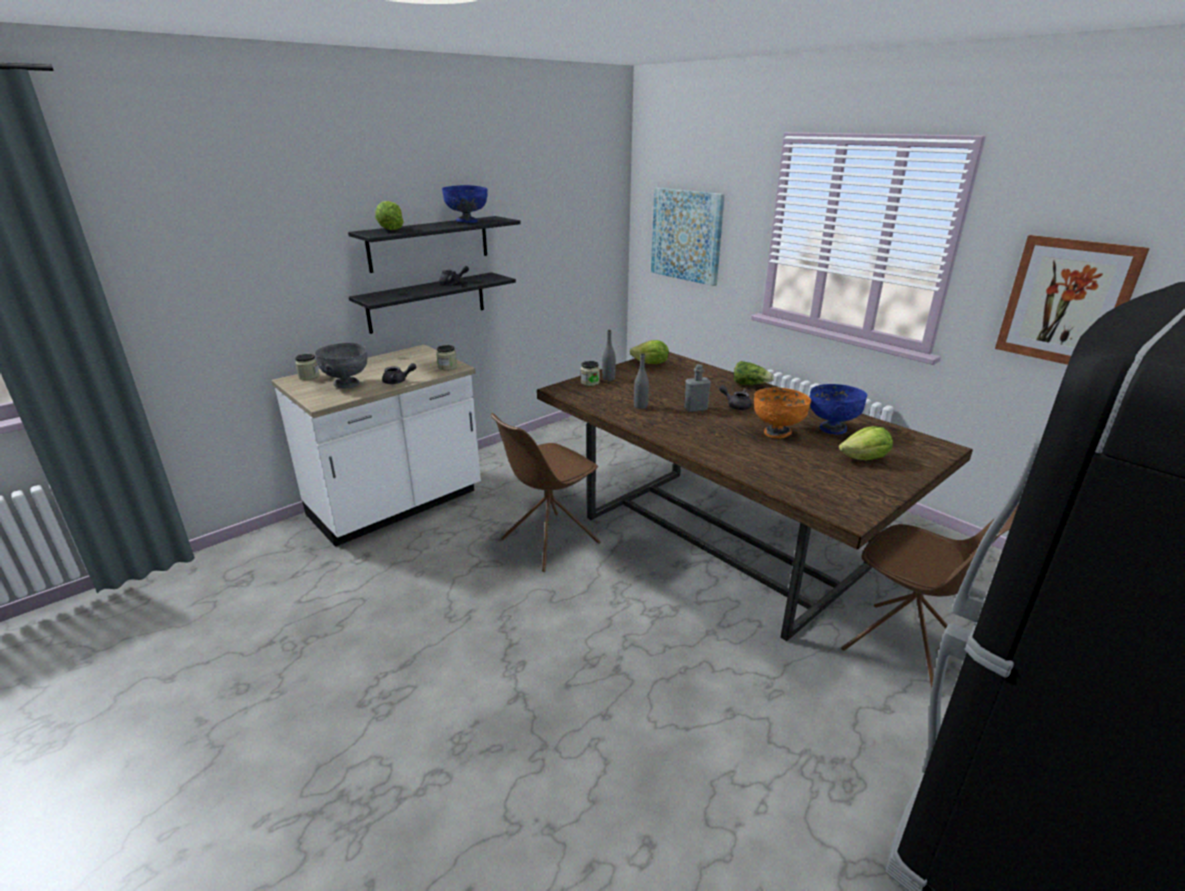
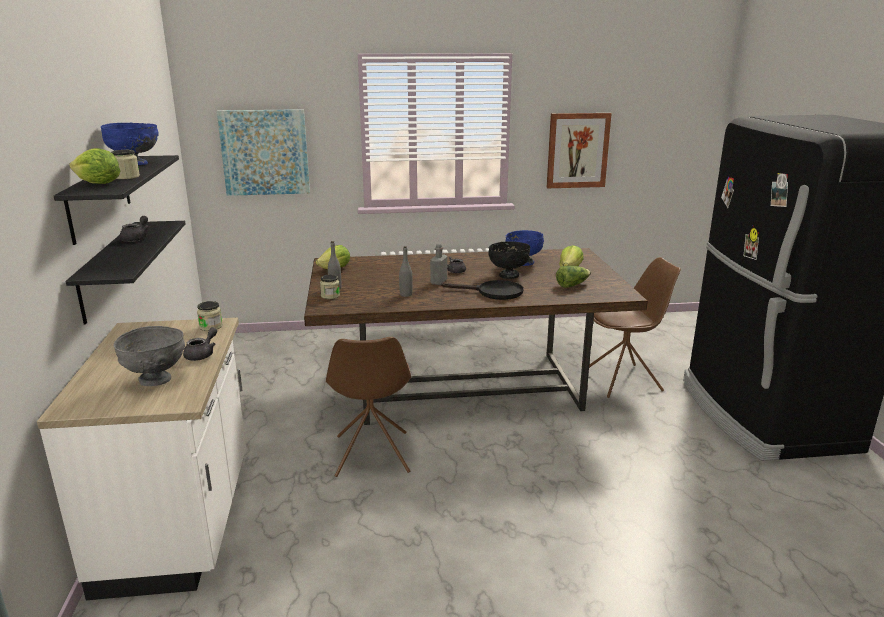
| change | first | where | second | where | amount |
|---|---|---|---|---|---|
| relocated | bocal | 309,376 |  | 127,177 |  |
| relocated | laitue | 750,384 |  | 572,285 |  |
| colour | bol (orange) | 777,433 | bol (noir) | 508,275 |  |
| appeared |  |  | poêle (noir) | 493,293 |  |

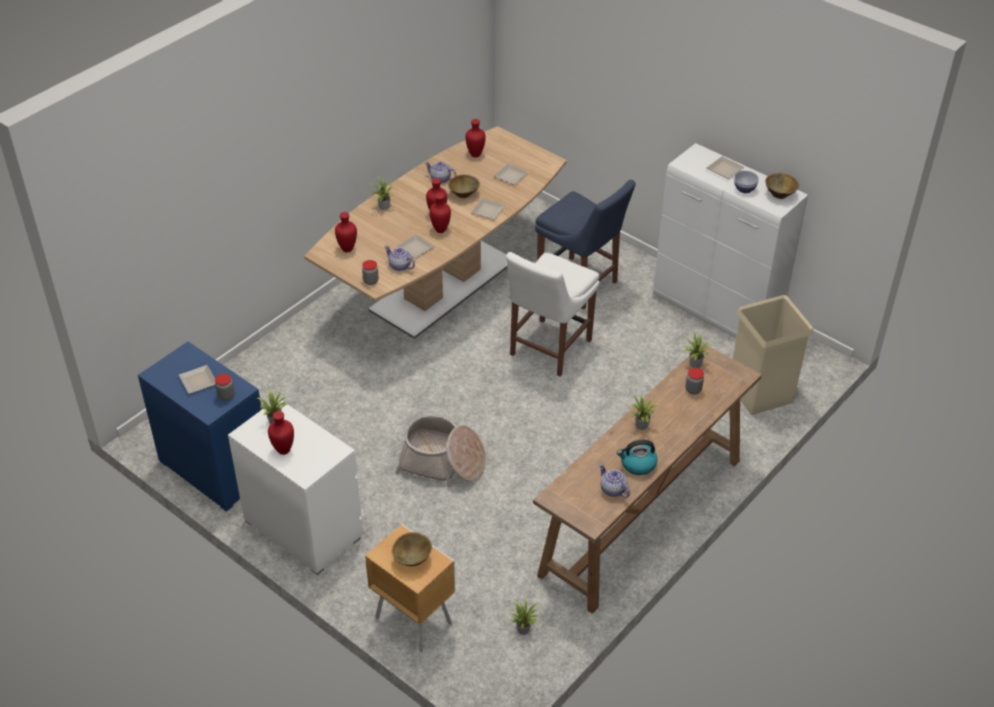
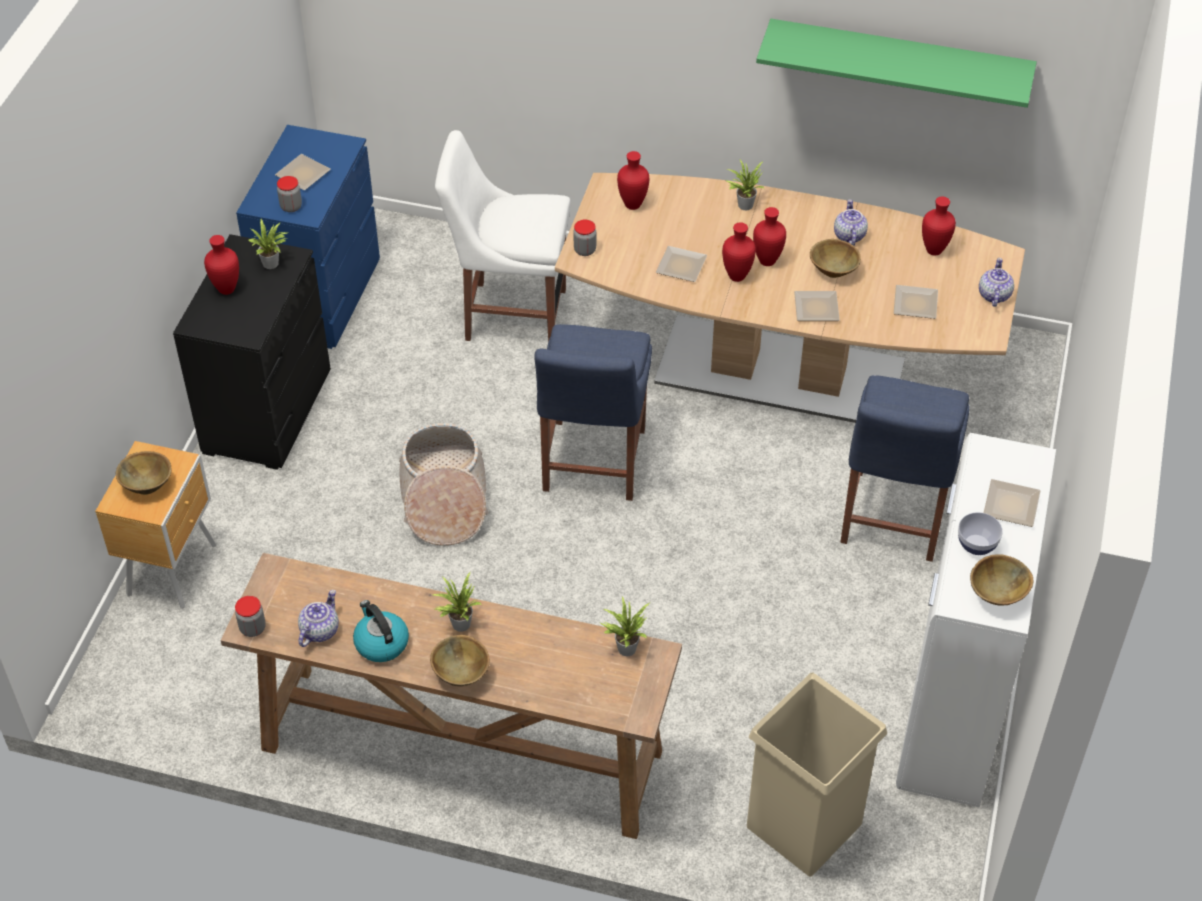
| change | first | where | second | where | amount |
|---|---|---|---|---|---|
| relocated | théière | 400,266 |  | 993,295 |  |
| relocated | chaise (blanc) | 548,349 |  | 509,313 |  |
| relocated | bocal | 693,390 |  | 252,628 |  |
| colour | commode (blanc) | 303,528 | commode (noir) | 267,411 |  |
| missing | plante en pot | 524,628 |  |  |  |
| appeared |  |  | étagère (vert) | 898,61 |  |
| appeared |  |  | chaise (bleu) | 592,465 |  |
| appeared |  |  | bol (marron) | 461,674 |  |

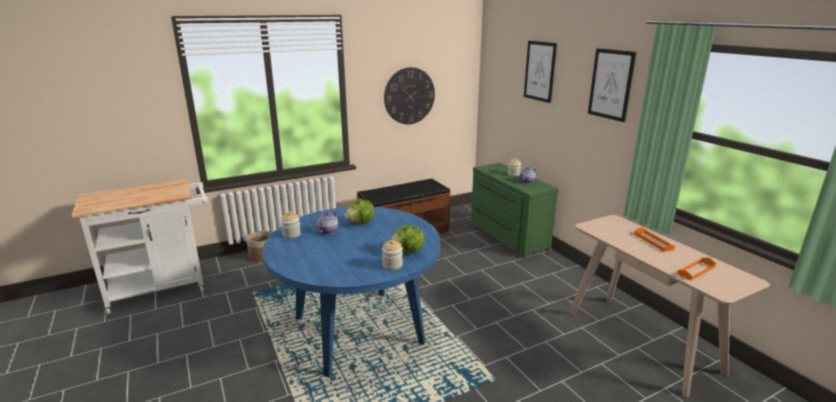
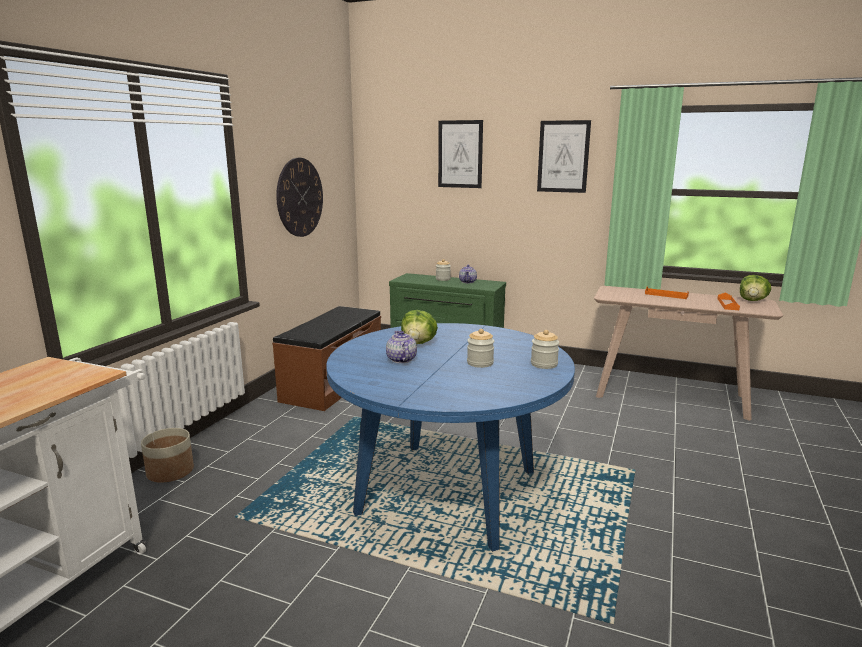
| change | first | where | second | where | amount |
|---|---|---|---|---|---|
| relocated | bocal | 291,234 |  | 480,363 |  |
| relocated | laitue | 408,252 |  | 752,300 |  |

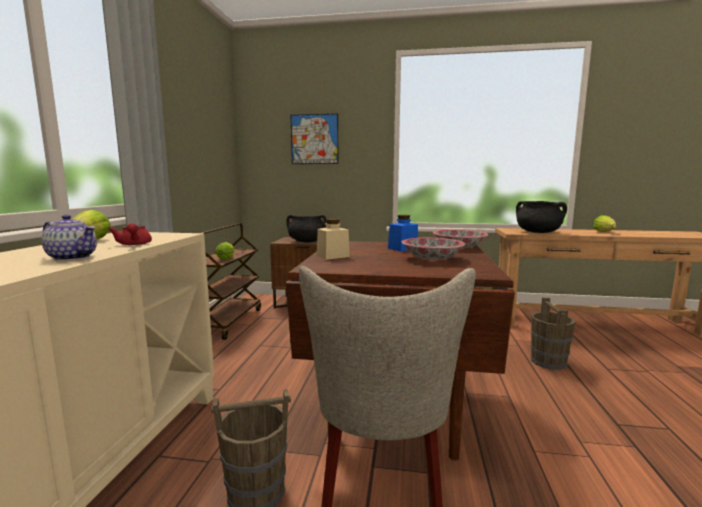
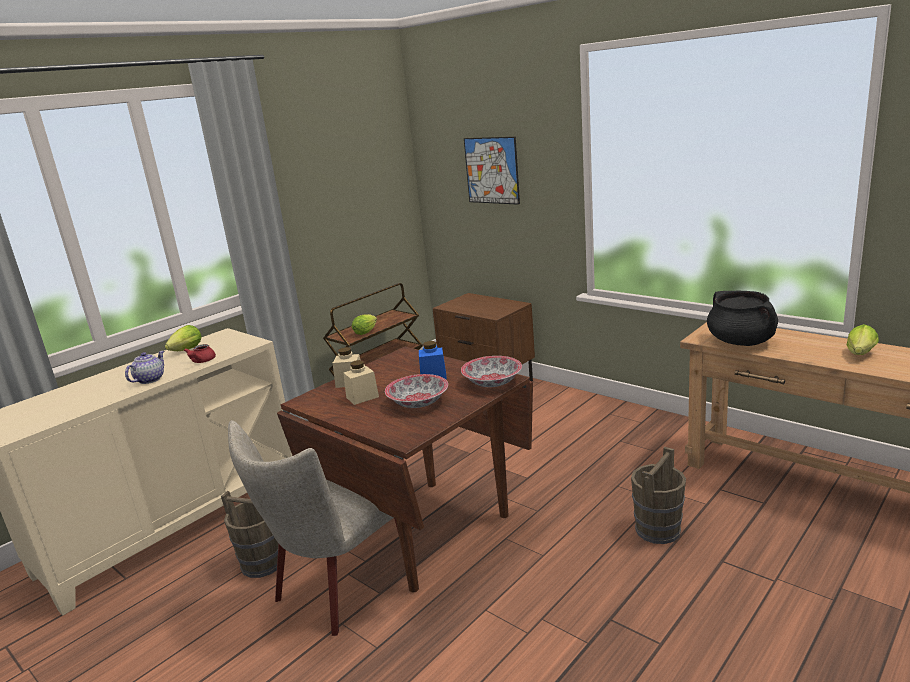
| change | first | where | second | where | amount |
|---|---|---|---|---|---|
| spun | théière | 73,257 |  | 150,379 | 120 degrees counterclockwise |
| missing | marmite (noir) | 307,242 |  |  |  |
| appeared |  |  | bocal (beige) | 362,397 |  |

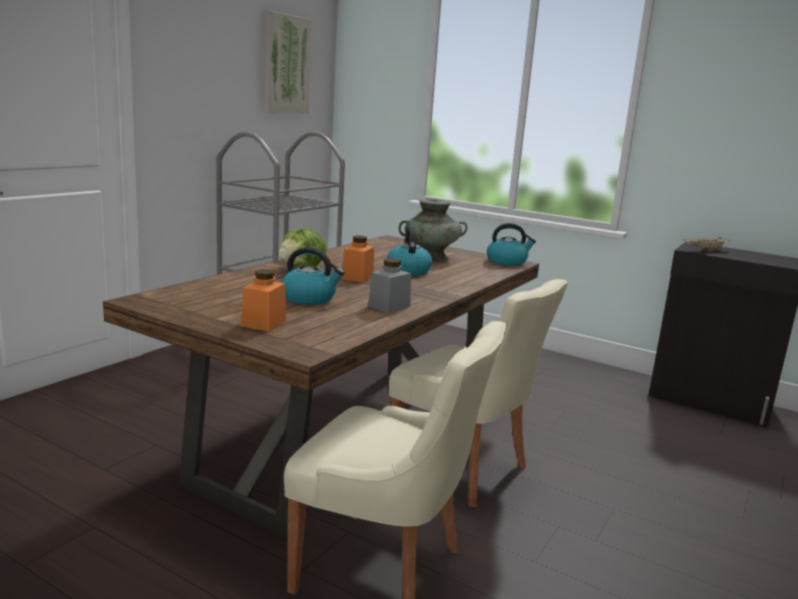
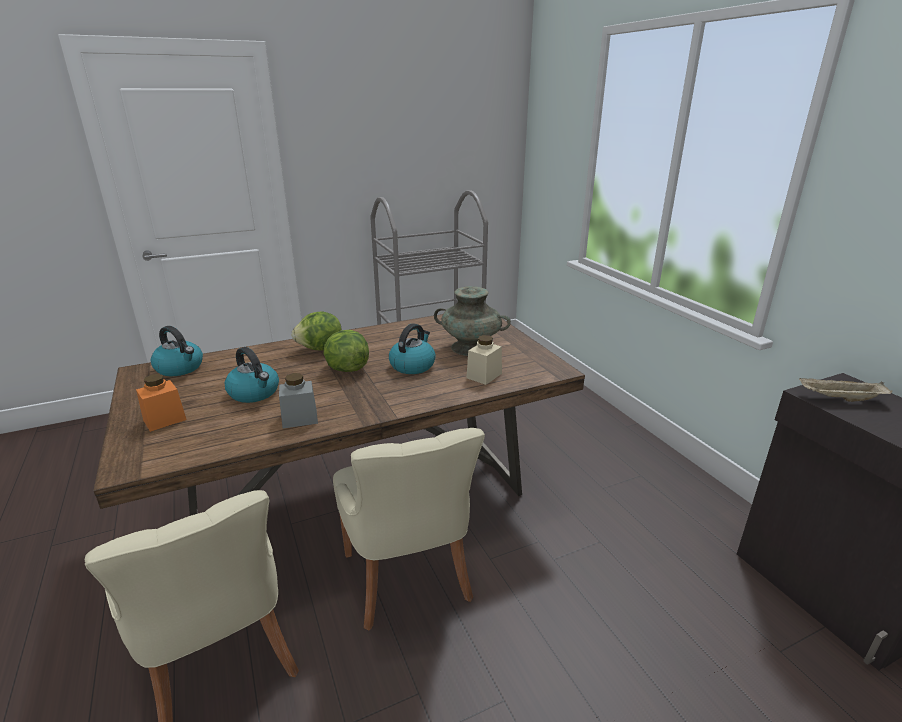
| change | first | where | second | where | amount |
|---|---|---|---|---|---|
| missing | tableau | 286,64 |  |  |  |
| relocated | bouilloire | 507,262 |  | 180,368 |  |
| exchanged | bocal (orange) | 357,277 | laitue | 346,369 |  |
| appeared |  |  | bocal (beige) | 484,375 |  |

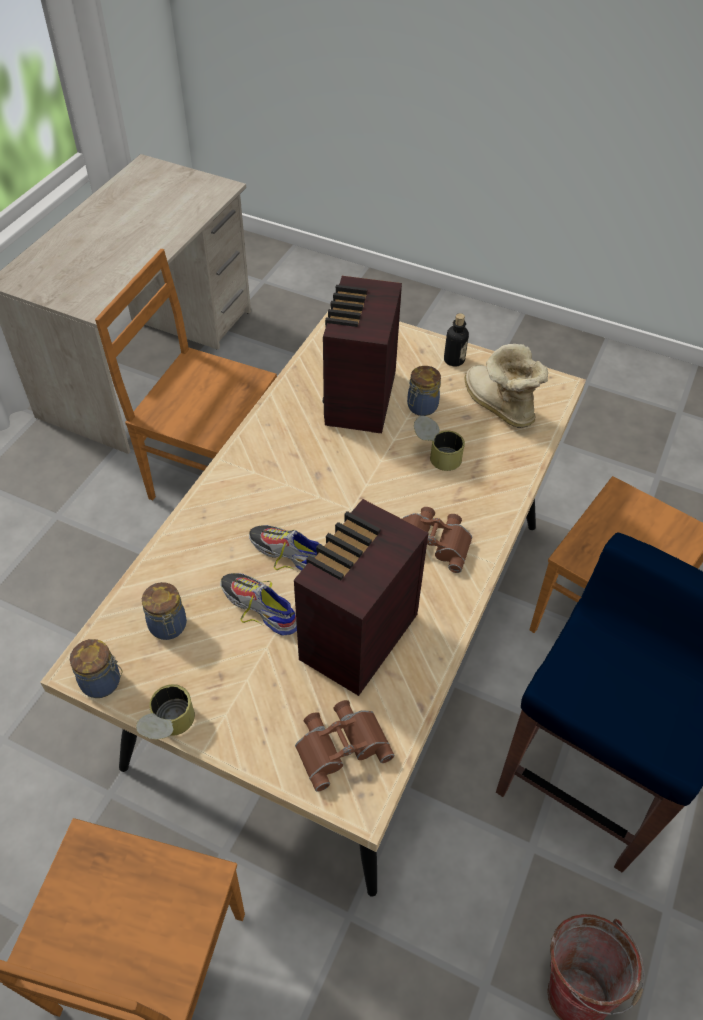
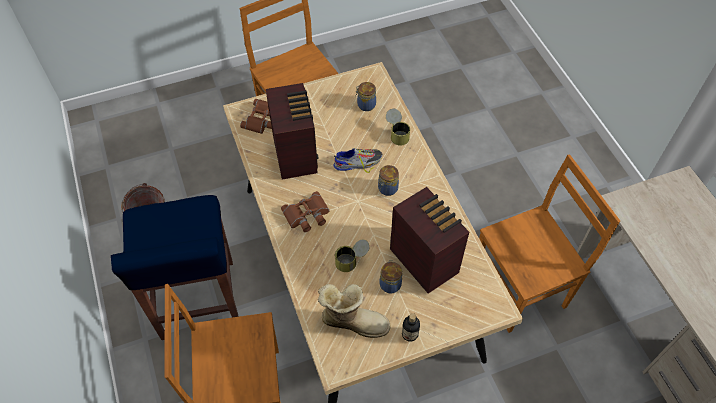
| change | first | where | second | where | amount |
|---|---|---|---|---|---|
| missing | chaussure | 259,606 |  |  |  |
| relocated | bocal | 103,682 |  | 387,189 |  |
| relocated | boîte métallique | 168,728 |  | 397,134 |  |

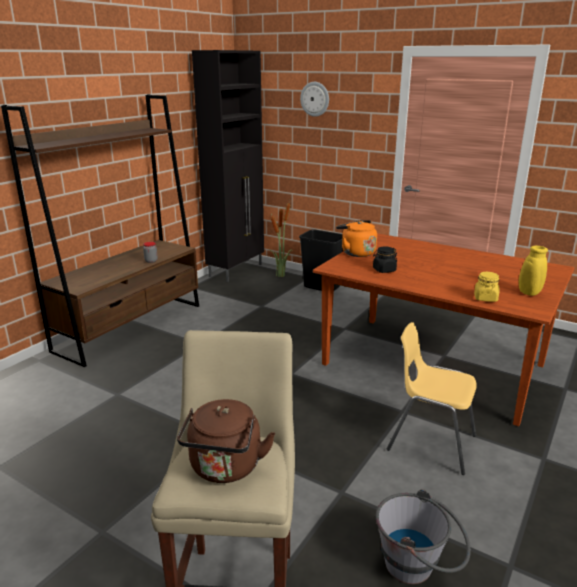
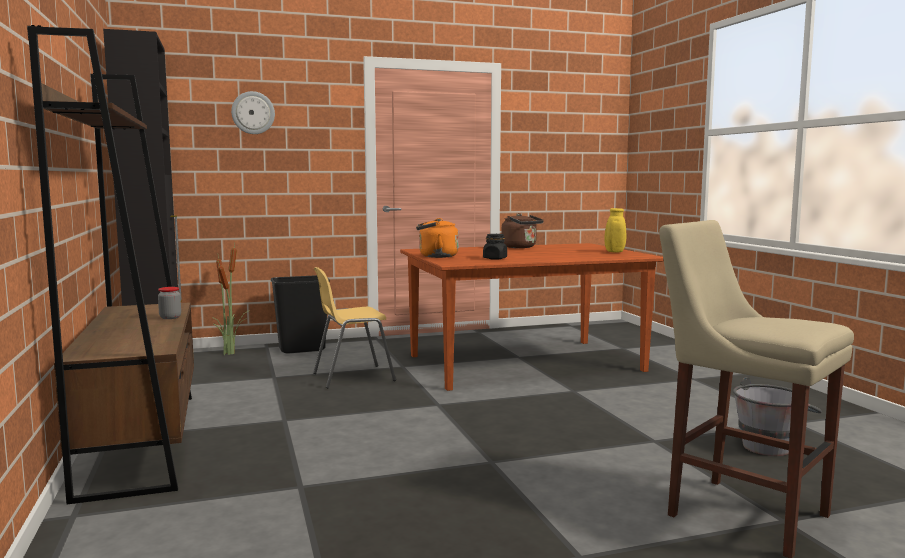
| change | first | where | second | where | amount |
|---|---|---|---|---|---|
| missing | bocal (jaune) | 485,298 |  |  |  |
| relocated | chaise (jaune) | 430,443 |  | 352,377 |  |
| relocated | bouilloire (marron) | 225,468 |  | 521,247 |  |

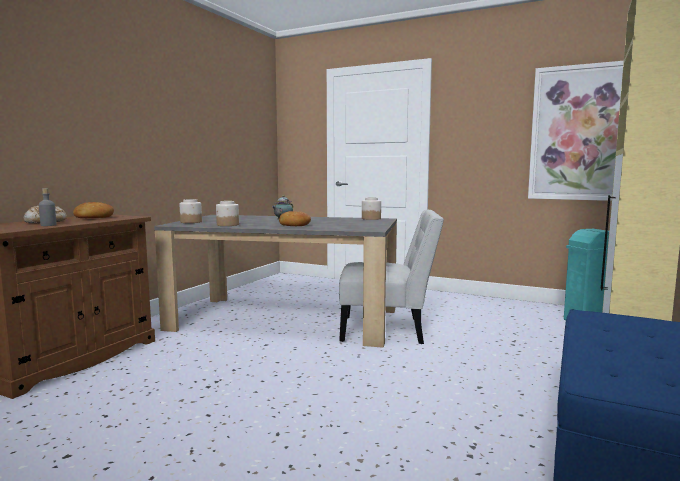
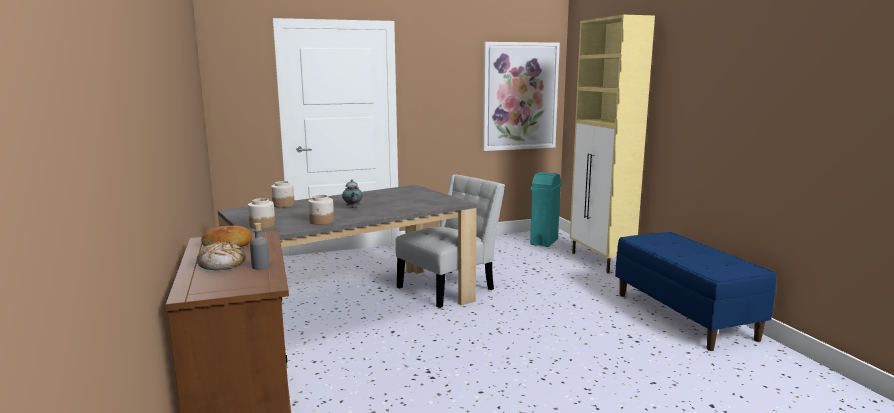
| change | first | where | second | where | amount |
|---|---|---|---|---|---|
| relocated | bocal | 371,218 |  | 283,205 |  |
| missing | pain | 294,225 |  |  |  |

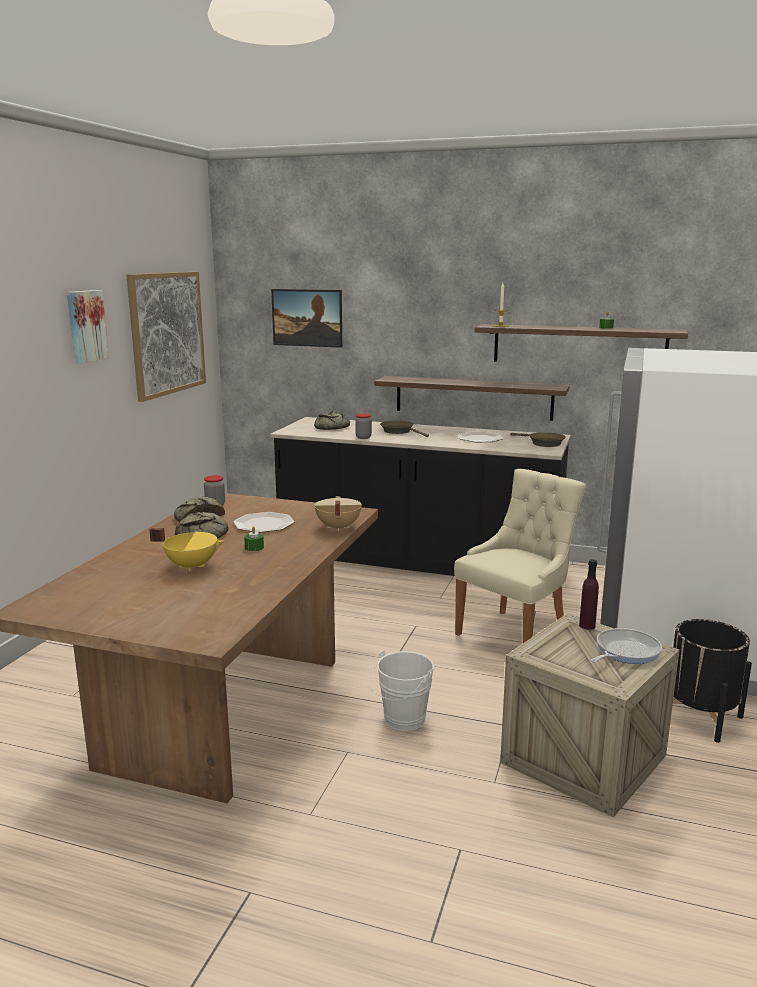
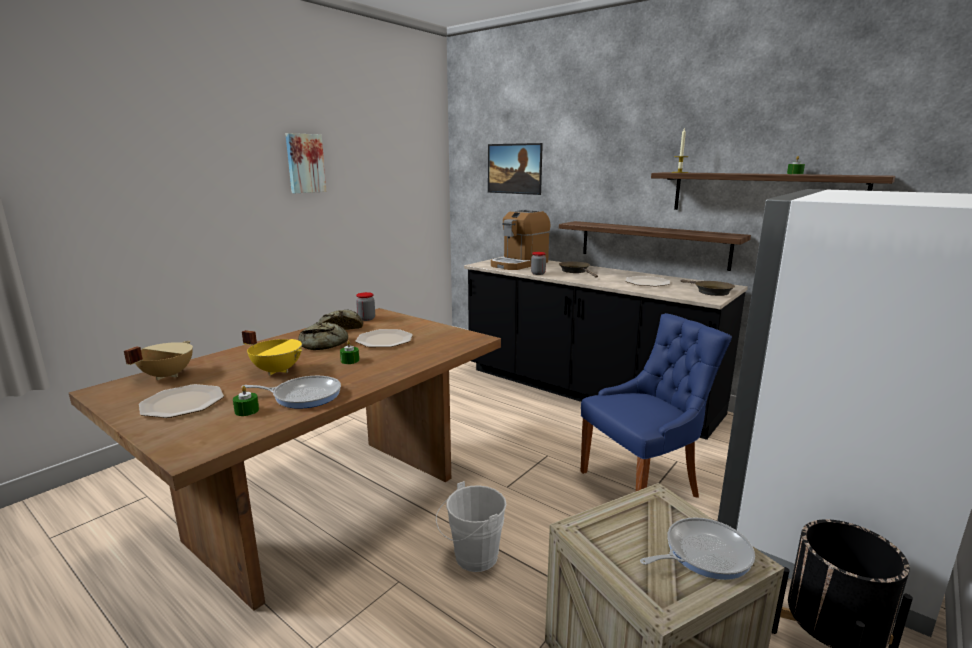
| change | first | where | second | where | amount |
|---|---|---|---|---|---|
| missing | tableau | 167,333 |  |  |  |
| exchanged | pain | 331,427 | machine à café | 519,264 |  |
| colour | chaise (beige) | 515,634 | chaise (bleu) | 642,483 |  |
| relocated | marmite (beige) | 337,527 |  | 166,375 |  |
| missing | bouteille (violet) | 587,625 |  |  |  |
| appeared |  |  | poêle | 304,396 |  |
| appeared |  |  | assiette | 182,403 |  |
| appeared |  |  | bougie (vert) | 247,411 |  |

